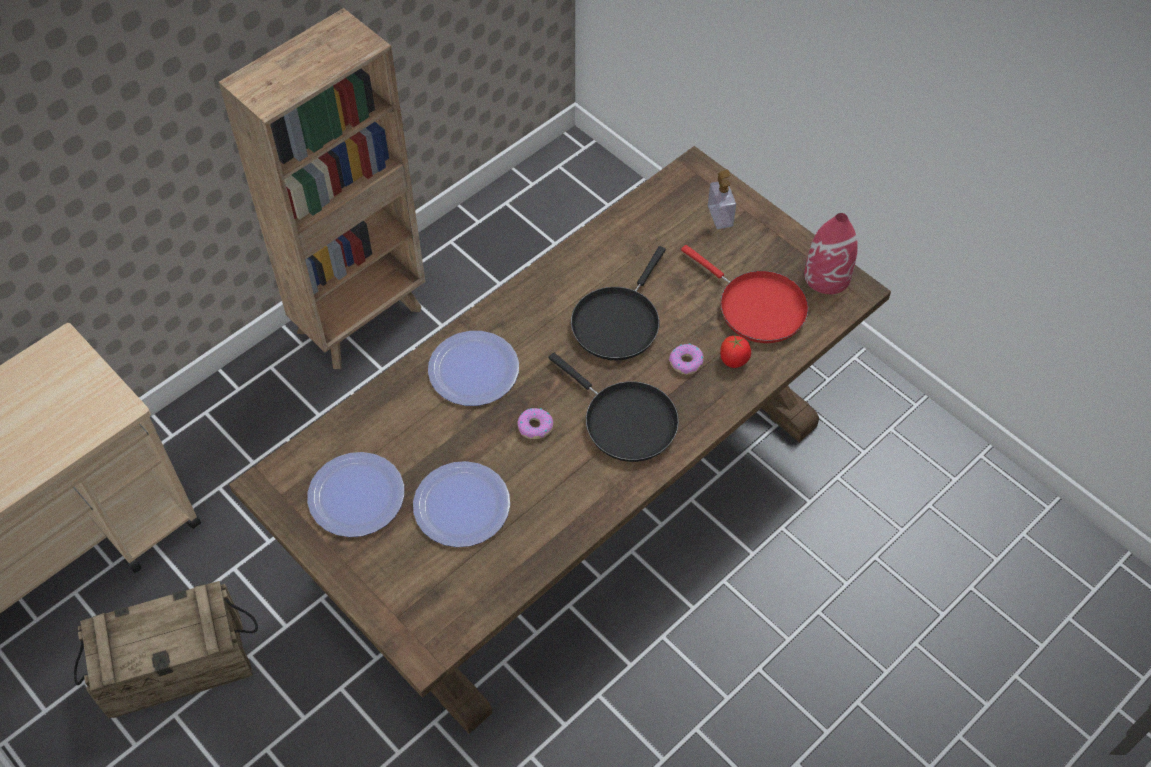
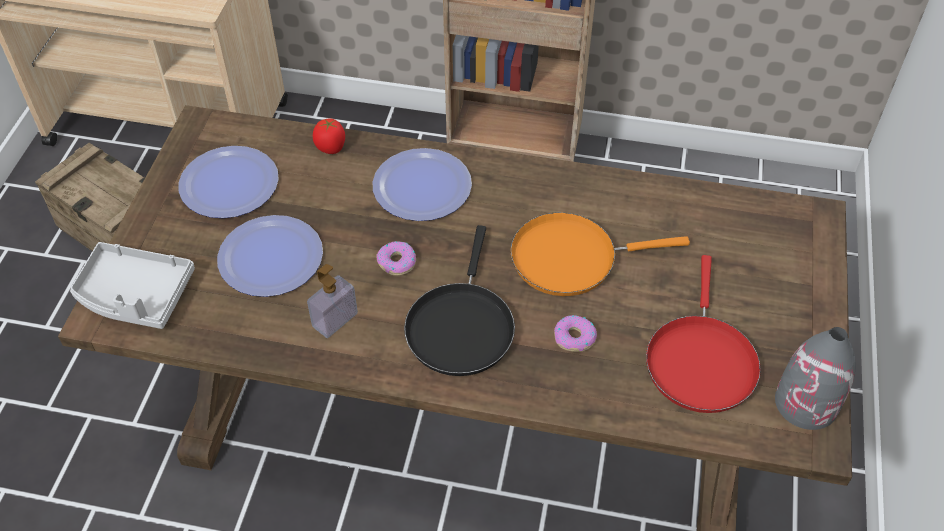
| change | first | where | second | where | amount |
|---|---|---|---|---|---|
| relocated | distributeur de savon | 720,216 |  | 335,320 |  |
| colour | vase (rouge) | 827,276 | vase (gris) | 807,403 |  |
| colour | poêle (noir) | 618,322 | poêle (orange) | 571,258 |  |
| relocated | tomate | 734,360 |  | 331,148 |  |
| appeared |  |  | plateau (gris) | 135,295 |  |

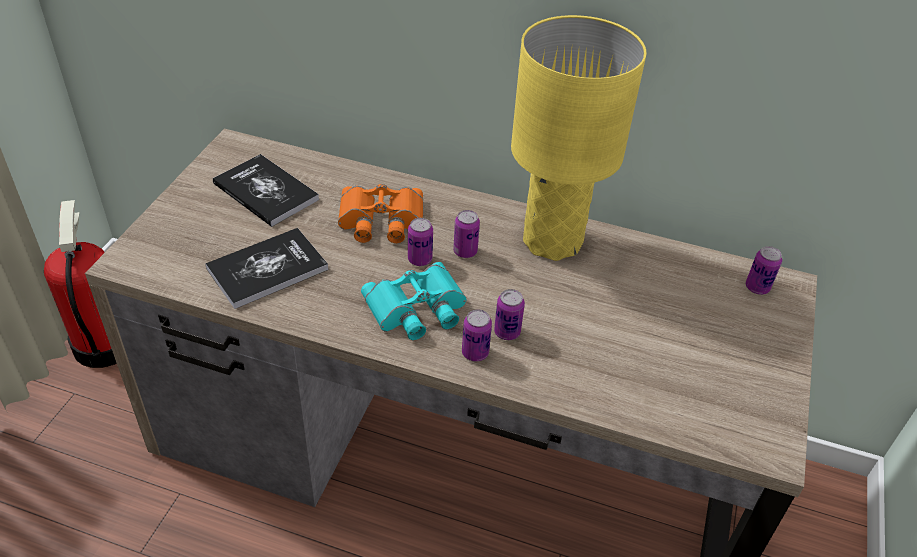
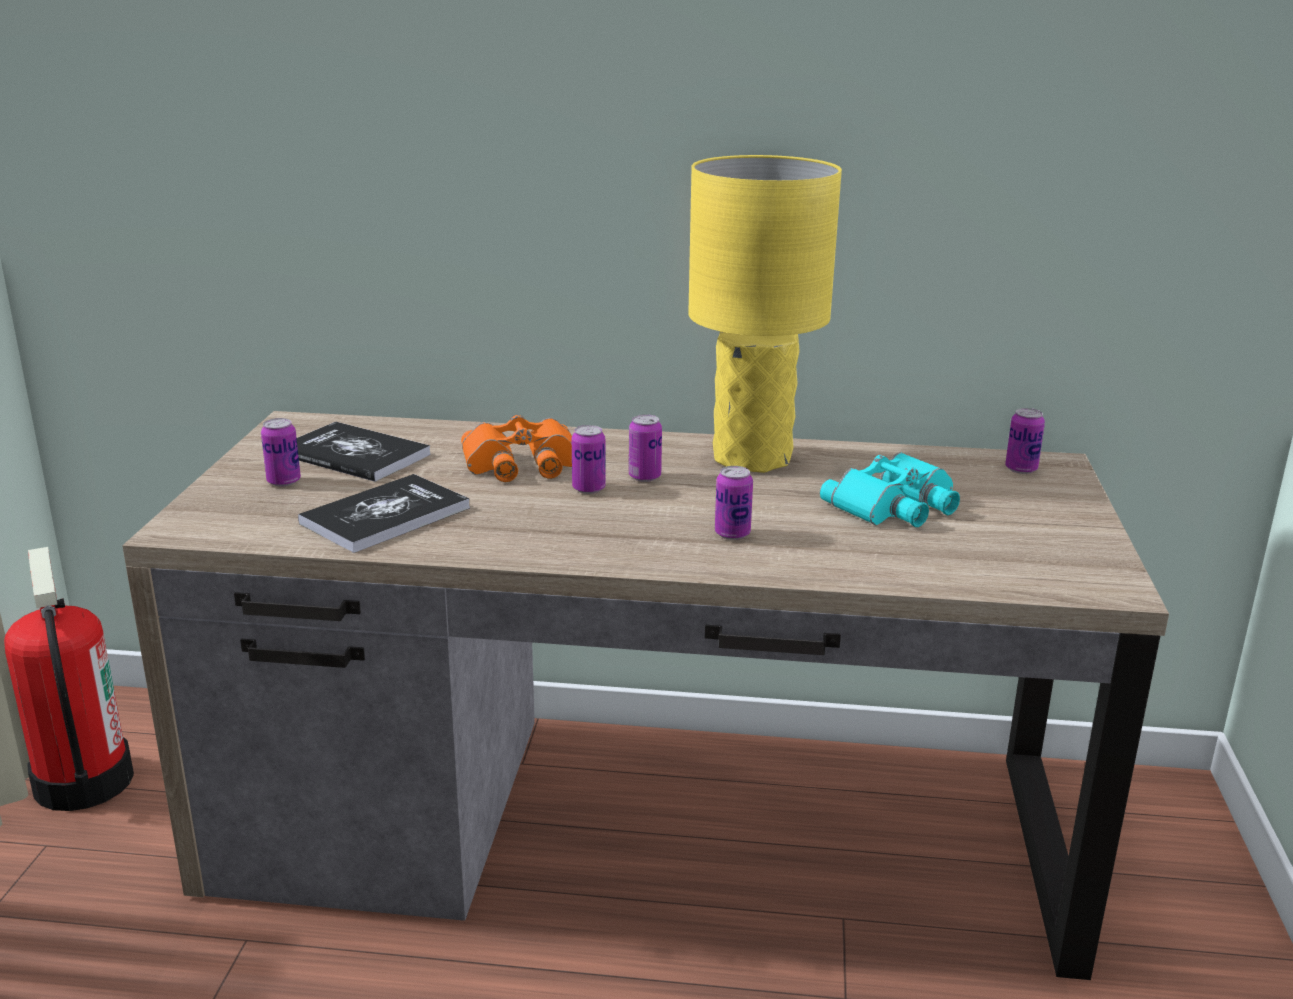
| change | first | where | second | where | amount |
|---|---|---|---|---|---|
| relocated | jumelles (turquoise) | 417,309 |  | 896,505 |  |
| relocated | boîte métallique | 475,353 |  | 284,481 |  |

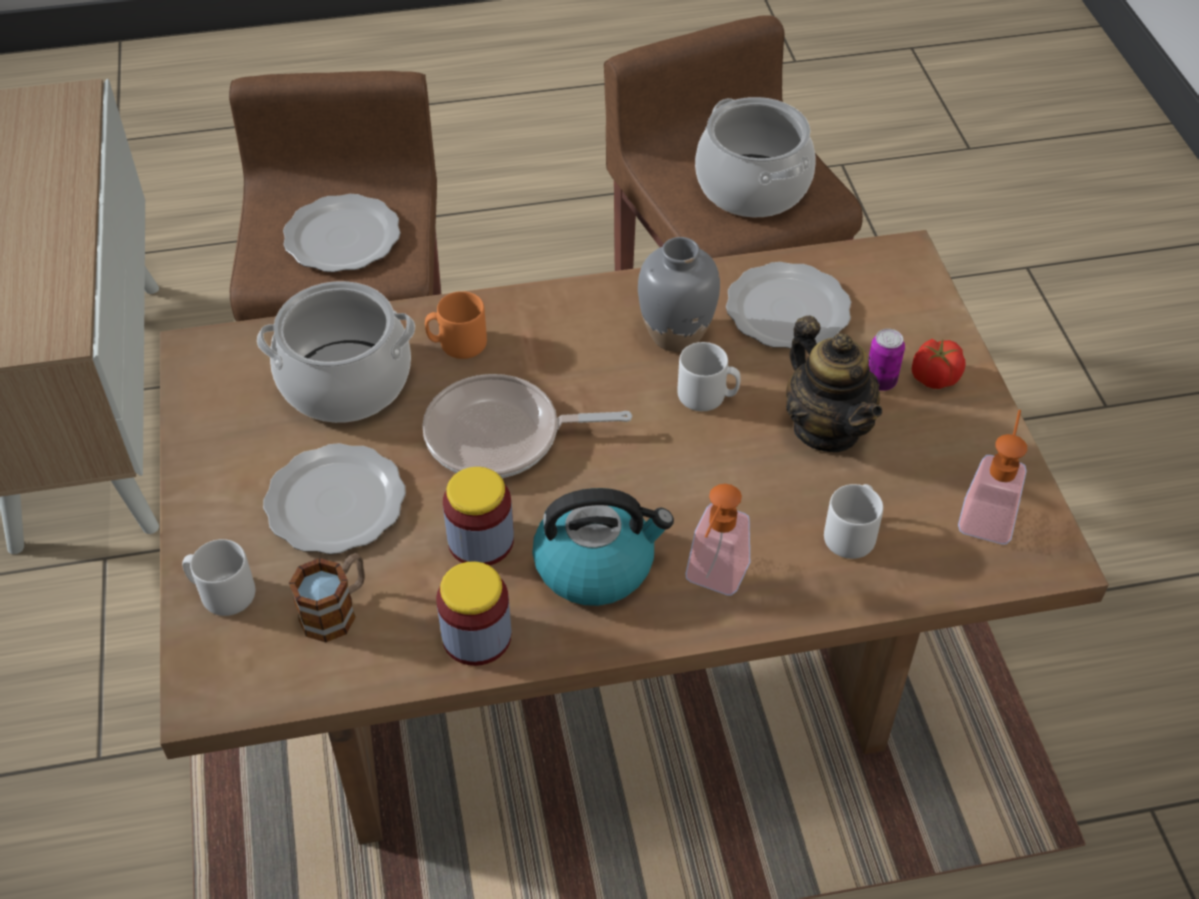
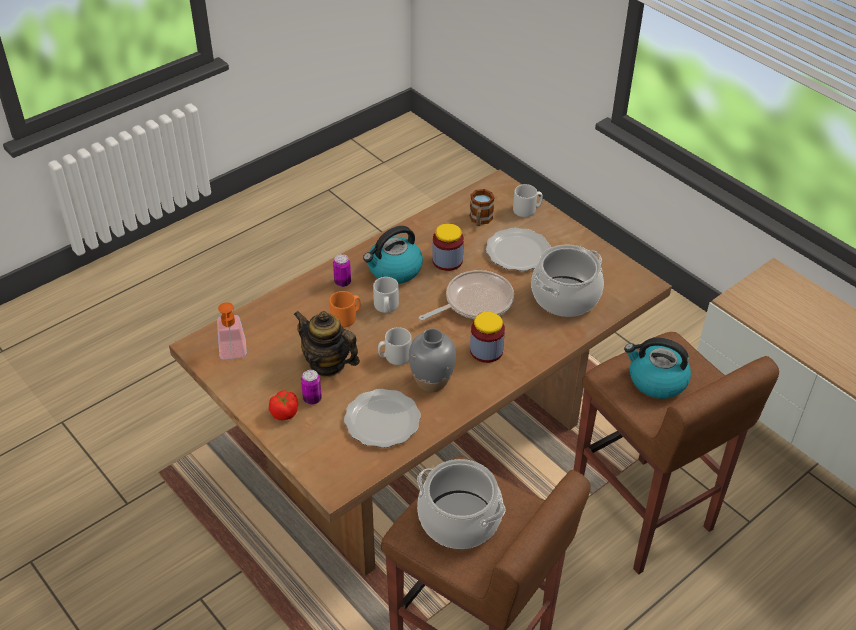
| change | first | where | second | where | amount |
|---|---|---|---|---|---|
| exchanged | assiette | 343,236 | bouilloire | 656,380 |  |
| relocated | mug (orange) | 457,344 |  | 346,318 |  |
| exchanged | distributeur de savon | 713,580 | boîte métallique | 342,282 |  |
| relocated | mug (gris) | 852,534 |  | 386,307 |  |
| relocated | bocal | 476,636 |  | 486,351 |  |

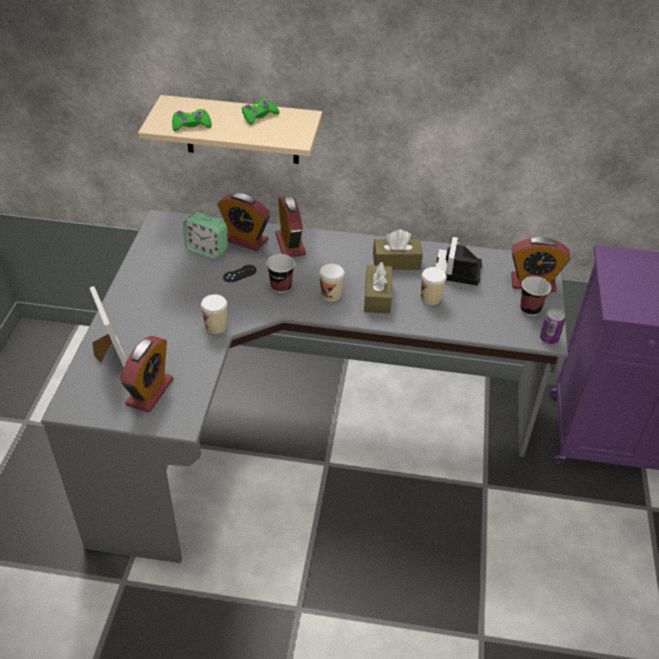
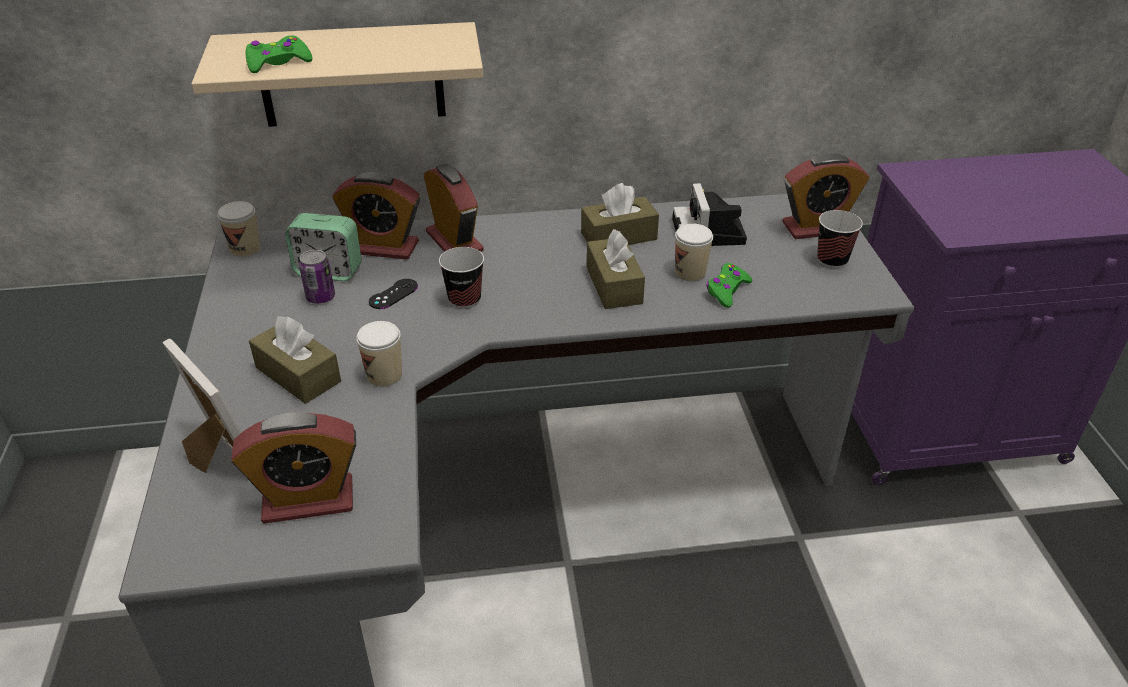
| change | first | where | second | where | amount |
|---|---|---|---|---|---|
| relocated | manette (vert) | 259,116 |  | 727,290 |  |
| relocated | tasse | 331,295 |  | 245,249 |  |
| relocated | boîte métallique | 549,338 |  | 320,297 |  |
| spun | réveil | 149,392 |  | 308,500 | 75 degrees clockwise |
| appeared |  |  | boîte à mouchoirs (marron) | 298,375 |  |

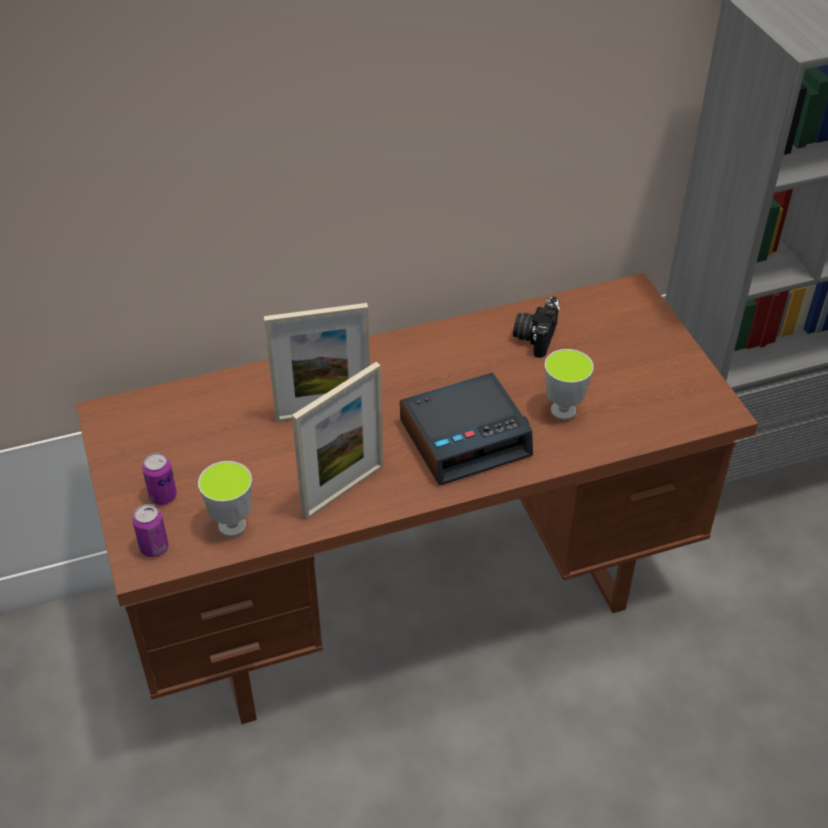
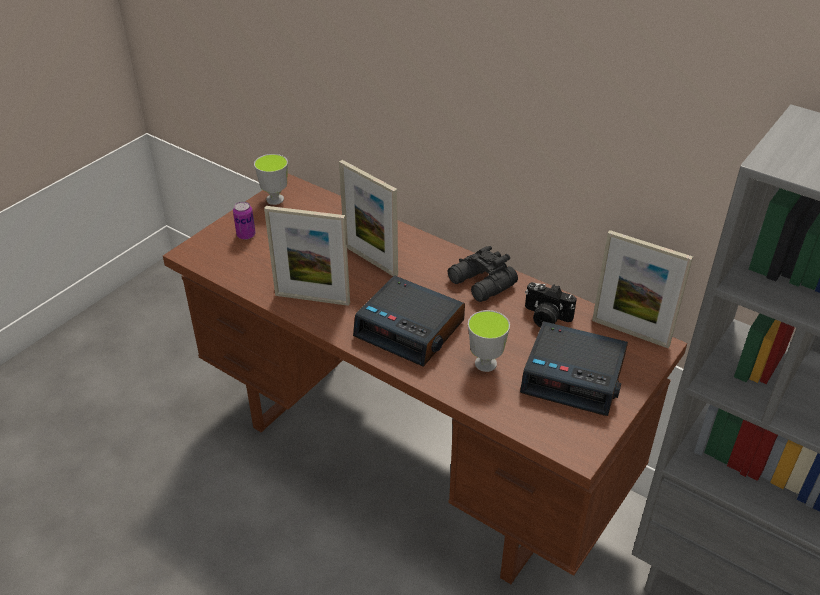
| change | first | where | second | where | amount |
|---|---|---|---|---|---|
| spun | appareil photo | 535,336 |  | 545,318 | 135 degrees counterclockwise |
| relocated | tasse | 232,525 |  | 275,199 |  |
| missing | boîte métallique | 154,548 |  |  |  |
| appeared |  |  | cadre photo | 630,333 |  |
| appeared |  |  | jumelles (noir) | 481,284 |  |
| appeared |  |  | réveil | 574,376 |  |

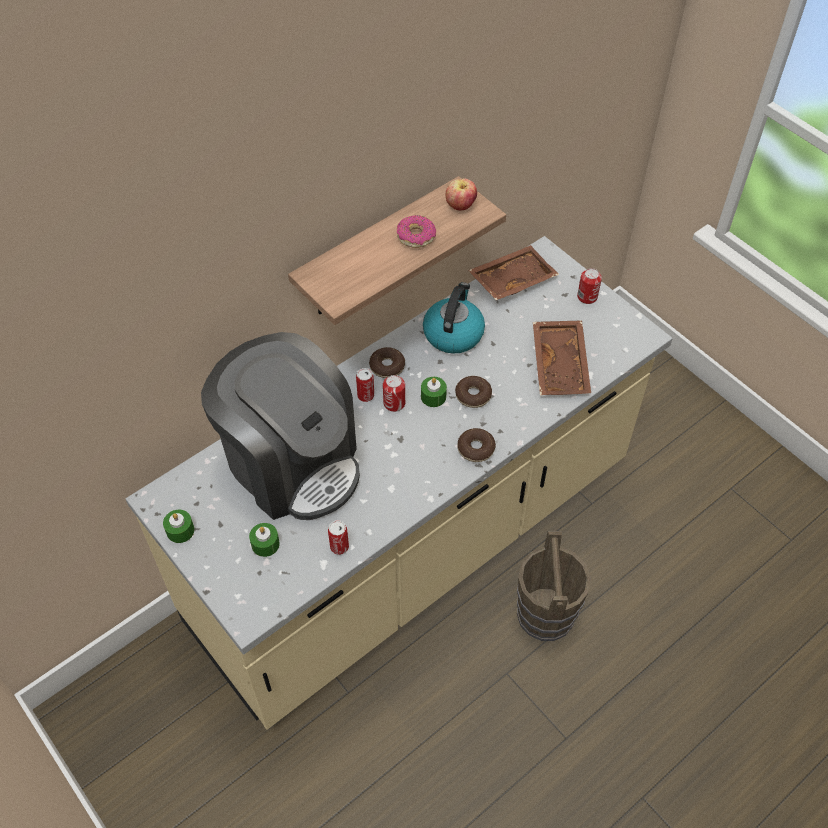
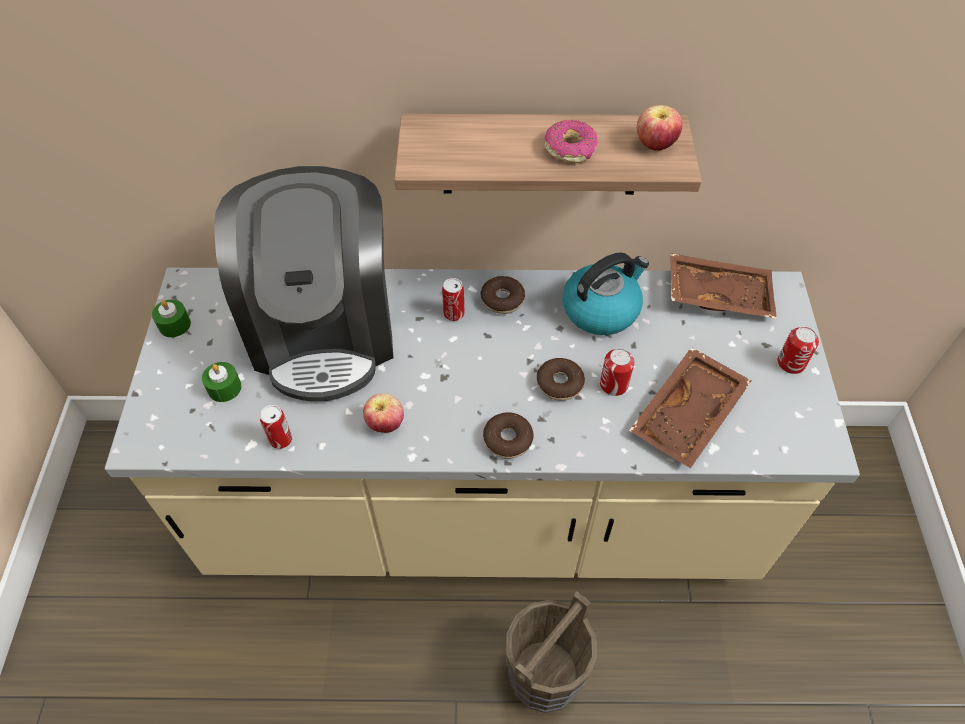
| change | first | where | second | where | amount |
|---|---|---|---|---|---|
| relocated | boîte métallique | 394,403 |  | 613,384 |  |
| missing | bougie (vert) | 433,396 |  |  |  |
| appeared |  |  | pomme | 385,424 |  |

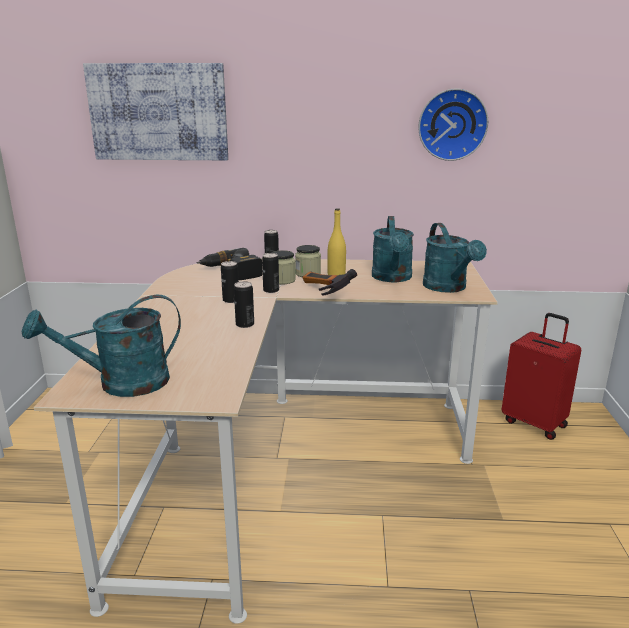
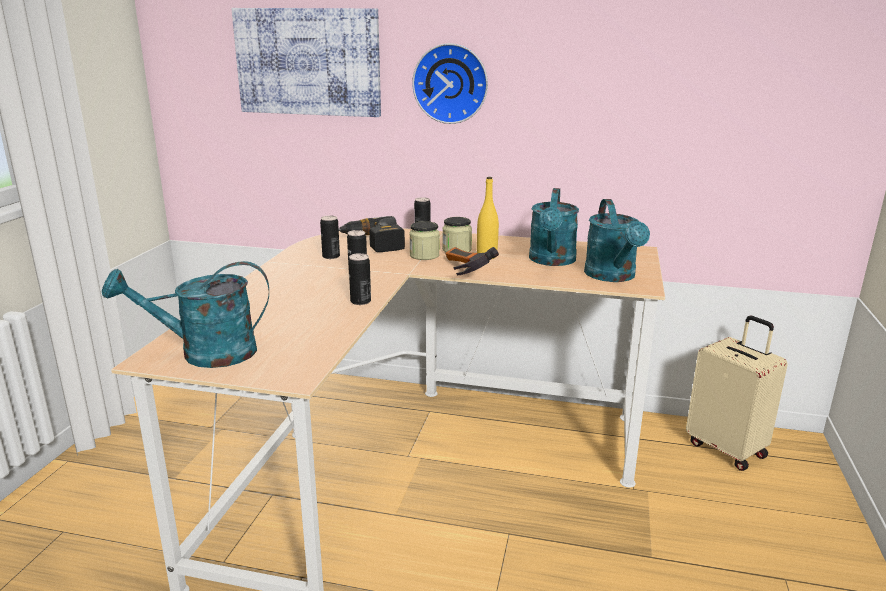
| change | first | where | second | where | amount |
|---|---|---|---|---|---|
| relocated | horloge murale | 452,124 |  | 451,83 |  |
| relocated | boîte métallique | 271,290 |  | 331,256 |  |
| colour | valise (rouge) | 535,423 | valise (beige) | 727,449 |  |

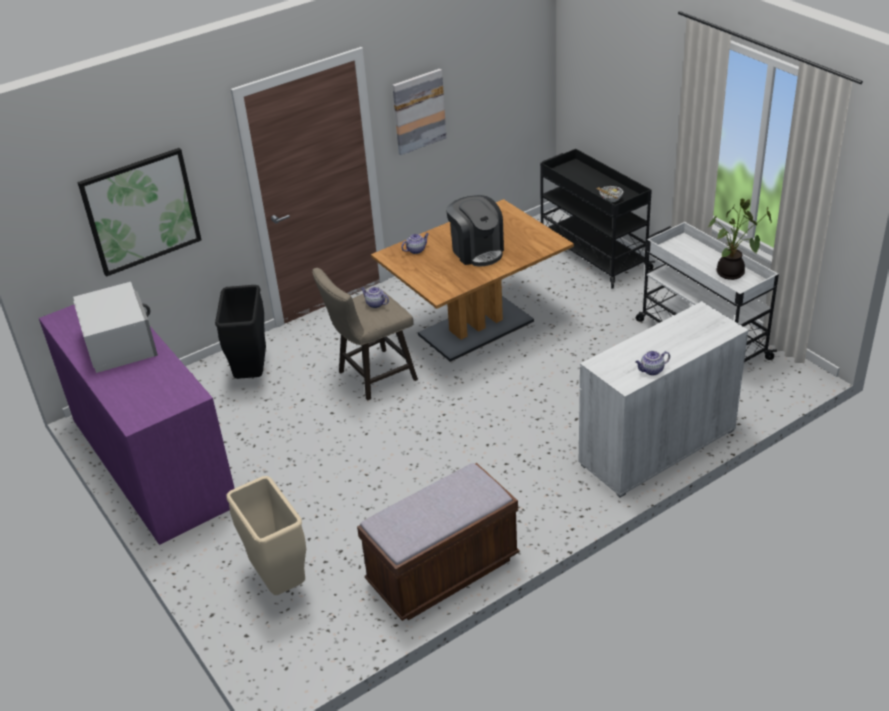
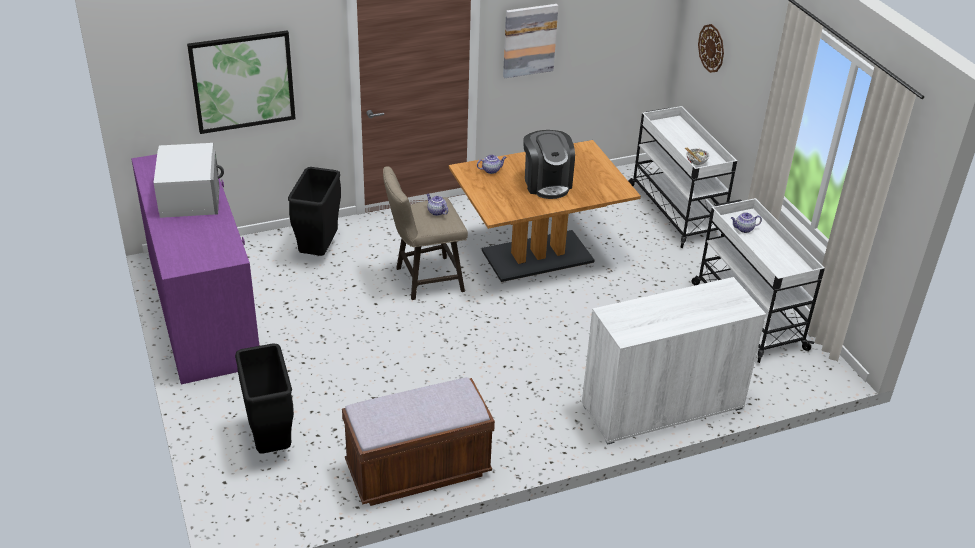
| change | first | where | second | where | amount |
|---|---|---|---|---|---|
| colour | chariot (noir) | 591,254 | chariot (blanc) | 675,210 |  |
| missing | plante en pot | 732,274 |  |  |  |
| relocated | théière | 651,370 |  | 743,229 |  |
| colour | poubelle (beige) | 278,581 | poubelle (noir) | 270,442 |  |
| appeared |  |  | horloge murale | 711,48 |  |

